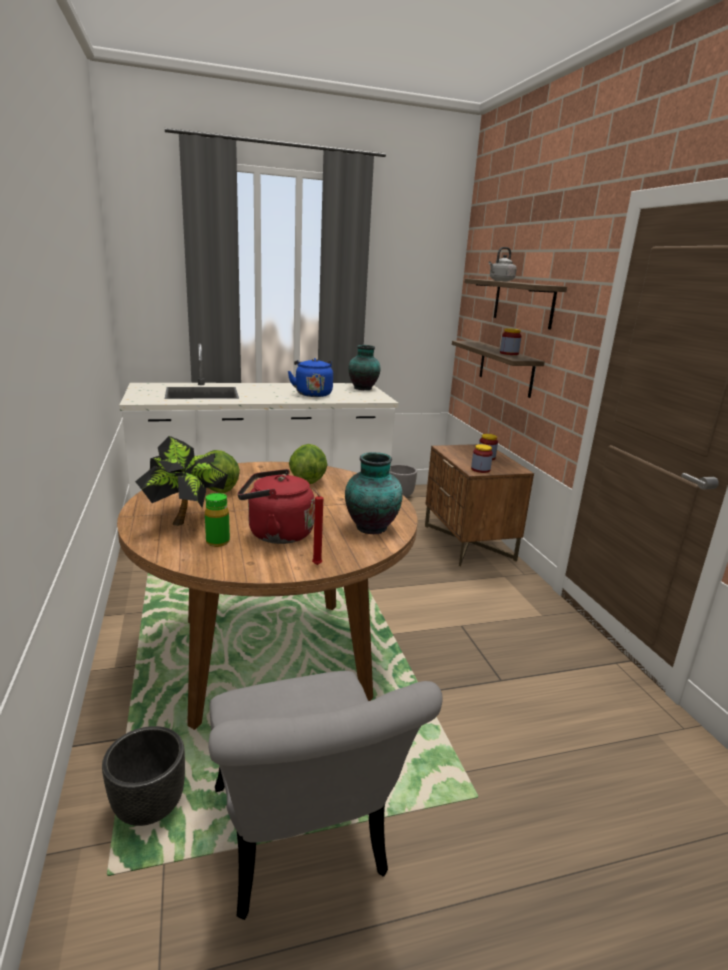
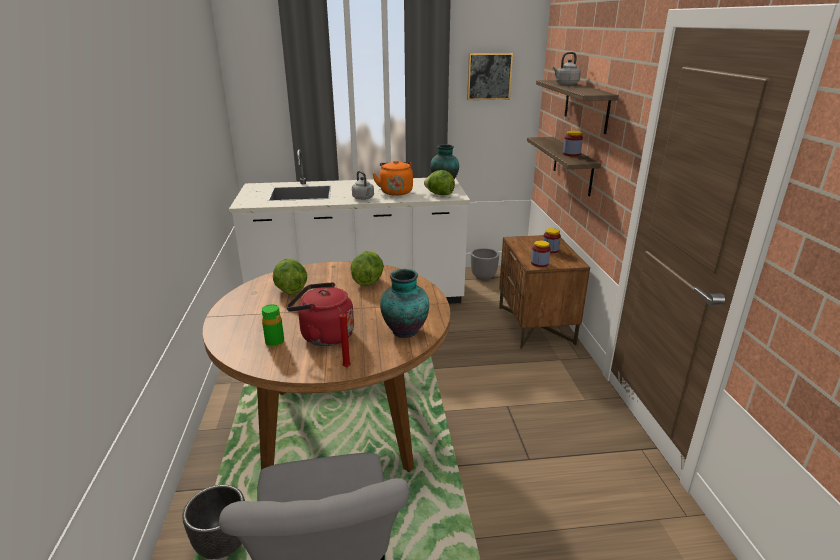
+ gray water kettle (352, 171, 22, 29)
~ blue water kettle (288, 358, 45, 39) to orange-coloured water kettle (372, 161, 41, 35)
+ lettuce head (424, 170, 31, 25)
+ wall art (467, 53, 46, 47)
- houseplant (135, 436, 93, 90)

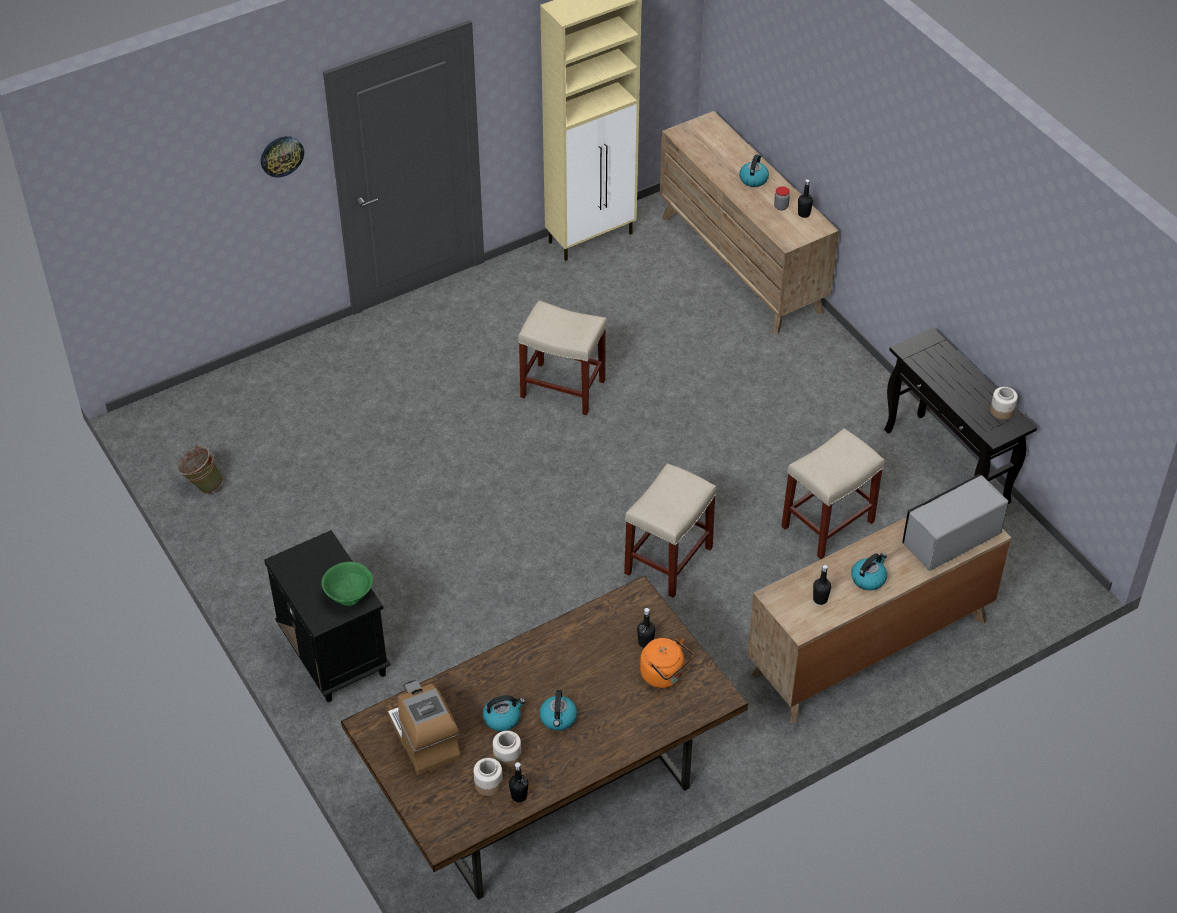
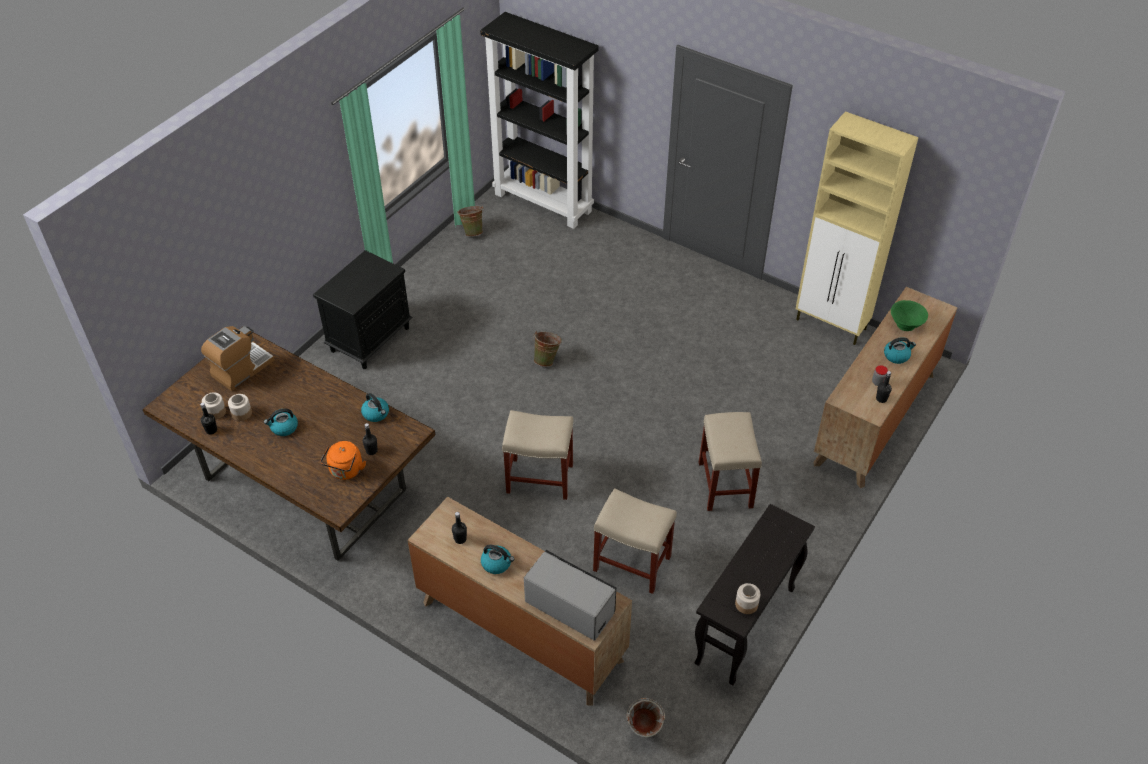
~ water kettle (483, 695, 42, 37) to (361, 393, 28, 29)
+ black shelving unit (480, 12, 119, 217)
+ green-coloured water bucket (533, 331, 29, 36)
+ gray water bucket (627, 698, 38, 39)
~ sand-coloured sitting stool (518, 300, 89, 115) to (699, 412, 63, 99)
~ green-coloured serving bowl (321, 562, 52, 44) to (891, 300, 37, 31)
- wall clock (261, 136, 43, 41)

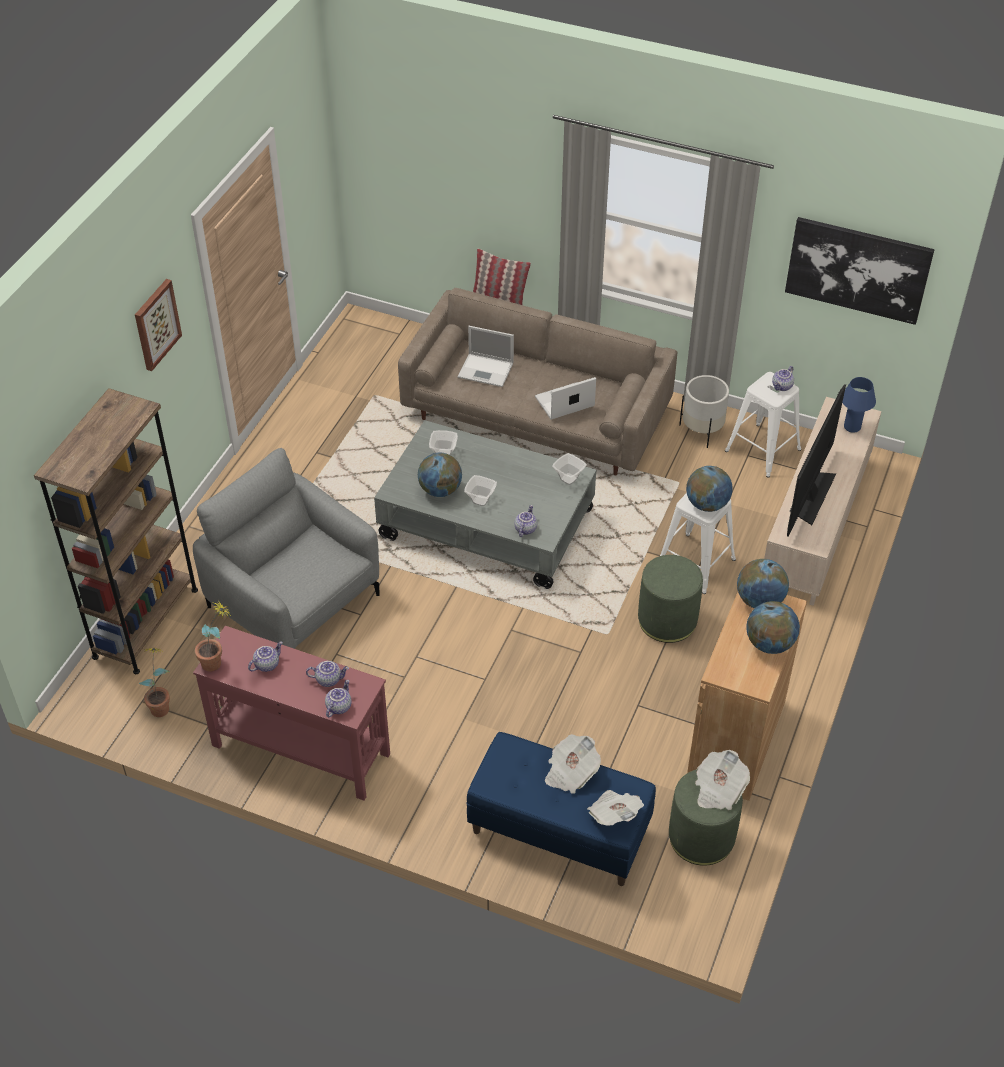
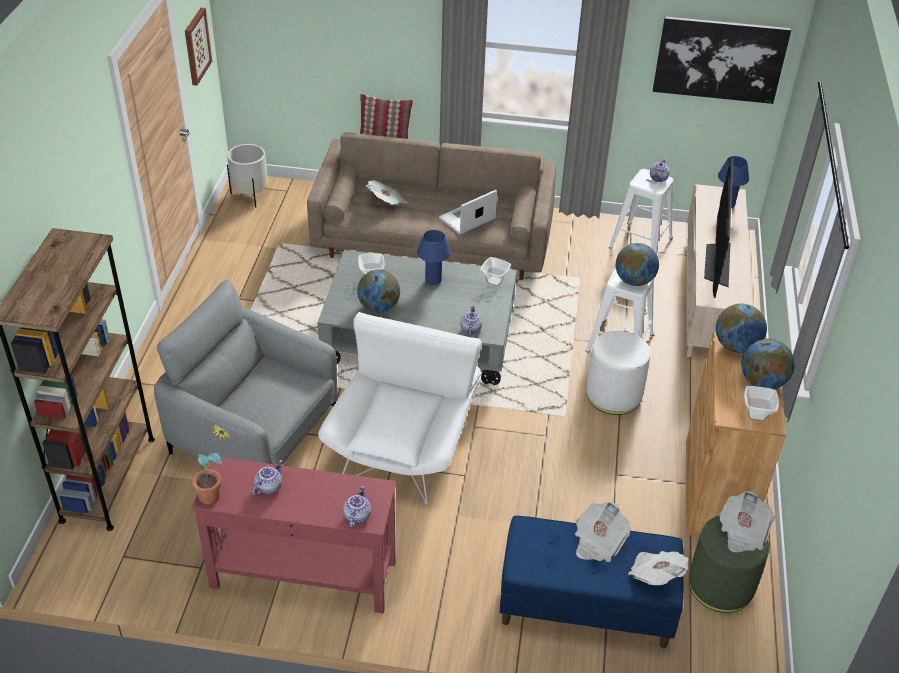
~ wall art (135, 279, 47, 92) to (185, 8, 27, 78)
~ white-coloured planter (679, 375, 50, 73) to (227, 144, 41, 64)
+ white-coloured lounge chair (318, 312, 164, 193)
~ portable computer (458, 326, 56, 61) to printed paper (366, 180, 42, 25)
+ blue tabletop lamp (417, 230, 34, 55)
~ green-coloured footrest (638, 555, 65, 88) to white-coloured footrest (586, 331, 64, 84)
~ serving bowl (464, 475, 33, 31) to (744, 386, 35, 35)
- houseplant (139, 648, 31, 69)
- pot for tea (306, 661, 43, 26)

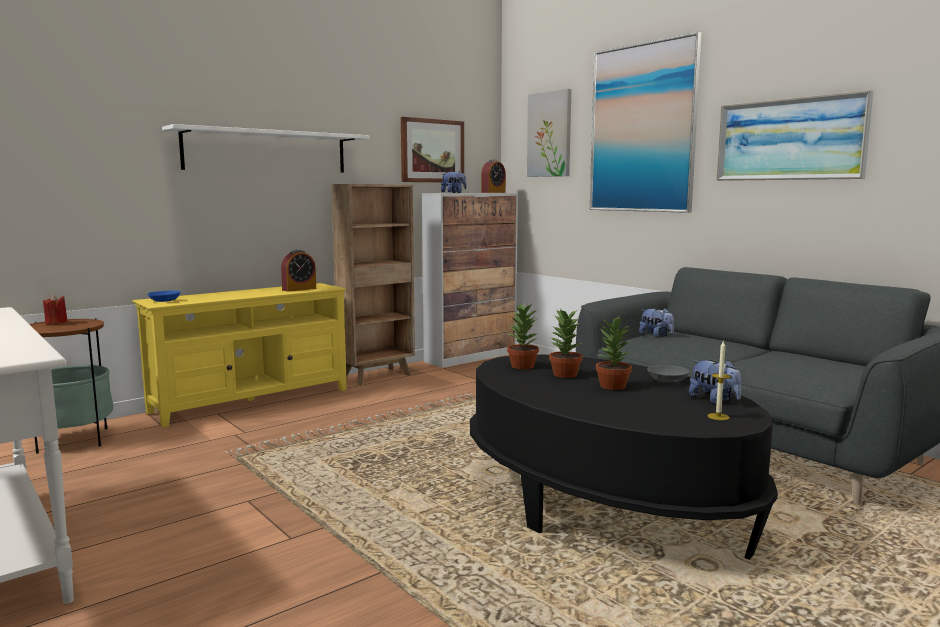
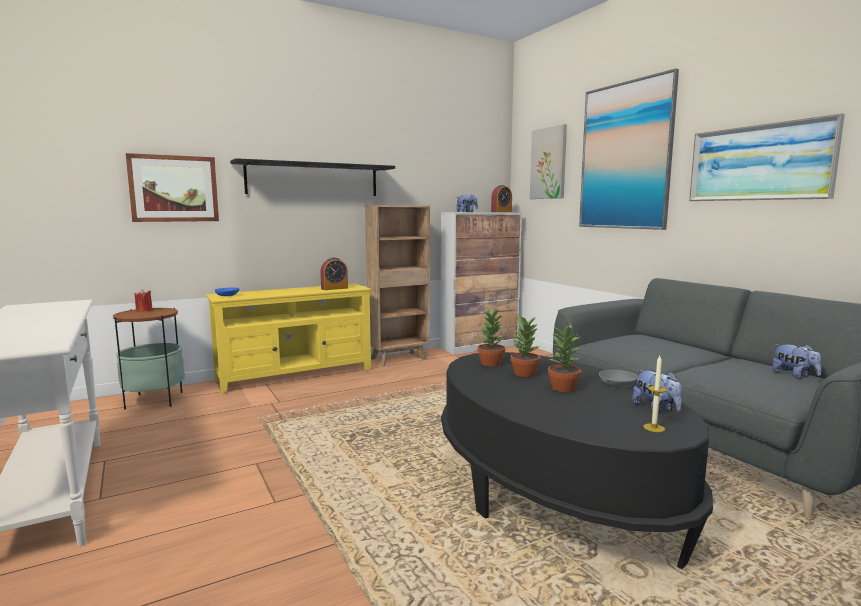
~ wall art (401, 117, 63, 65) to (126, 153, 93, 69)
~ white-coloured wall shelf (162, 124, 208, 49) to black wall shelf (230, 158, 165, 38)
~ soft toy (639, 308, 35, 30) to (772, 344, 50, 35)

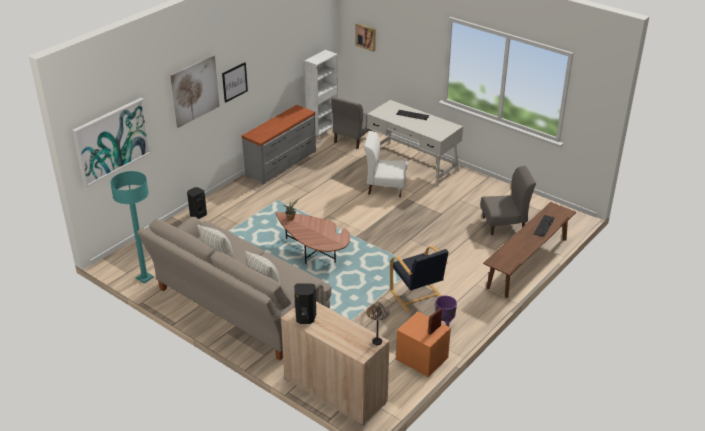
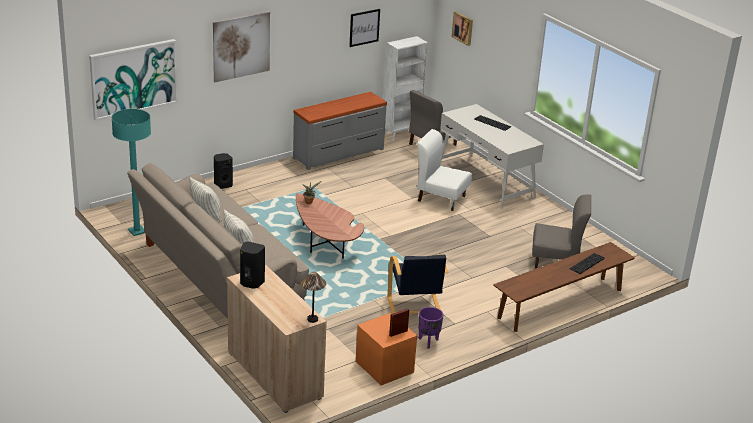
~ wall art (222, 62, 26, 41) to (349, 9, 31, 38)

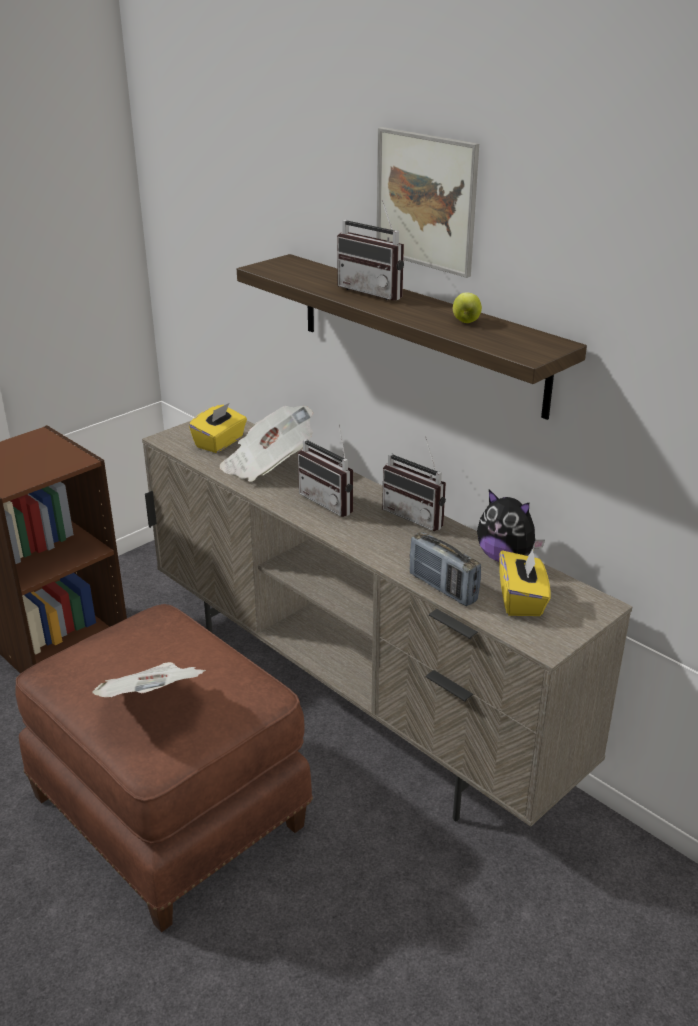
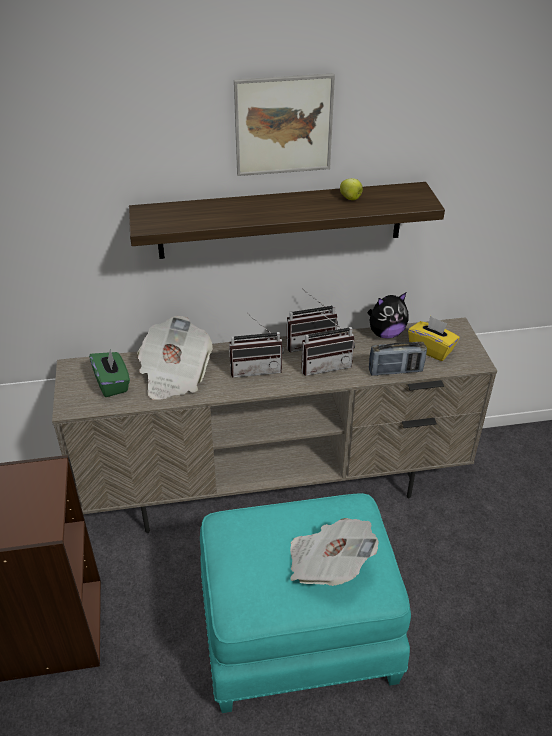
~ yellow-coloured tissue holder (189, 403, 58, 50) to green-coloured tissue holder (89, 348, 41, 49)
~ brownish footrest (15, 604, 298, 328) to turquoise footrest (200, 493, 211, 220)
~ radio receiver (337, 200, 67, 100) to (301, 310, 54, 66)

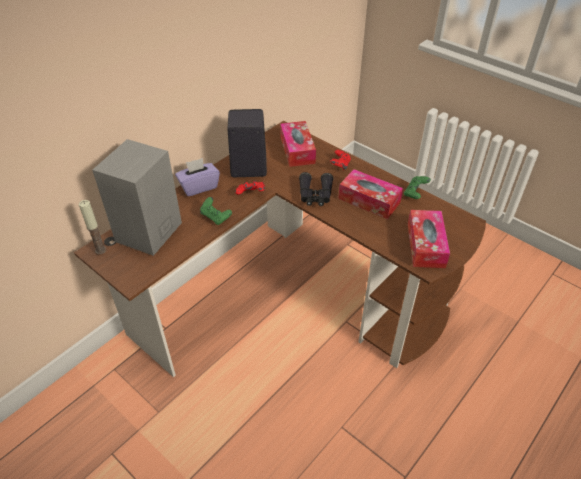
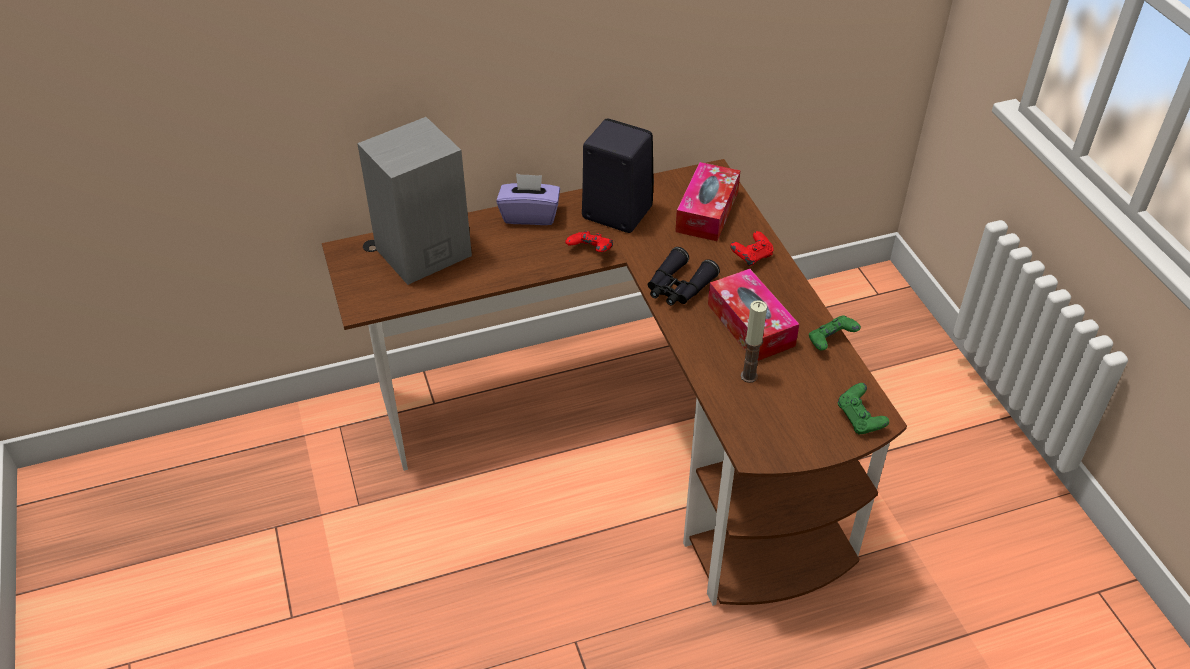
~ wax candle (79, 200, 27, 54) to (741, 300, 26, 83)
~ green-coloured gamepad (200, 197, 32, 28) to (837, 383, 52, 52)
- tissue holder (408, 210, 42, 58)

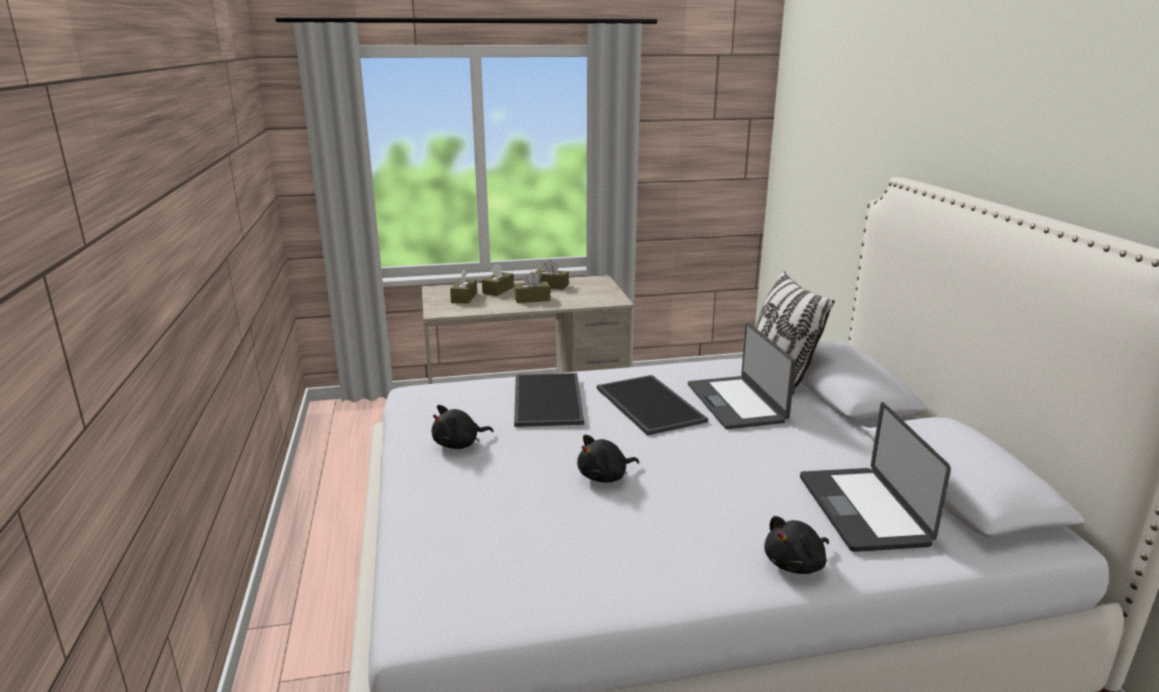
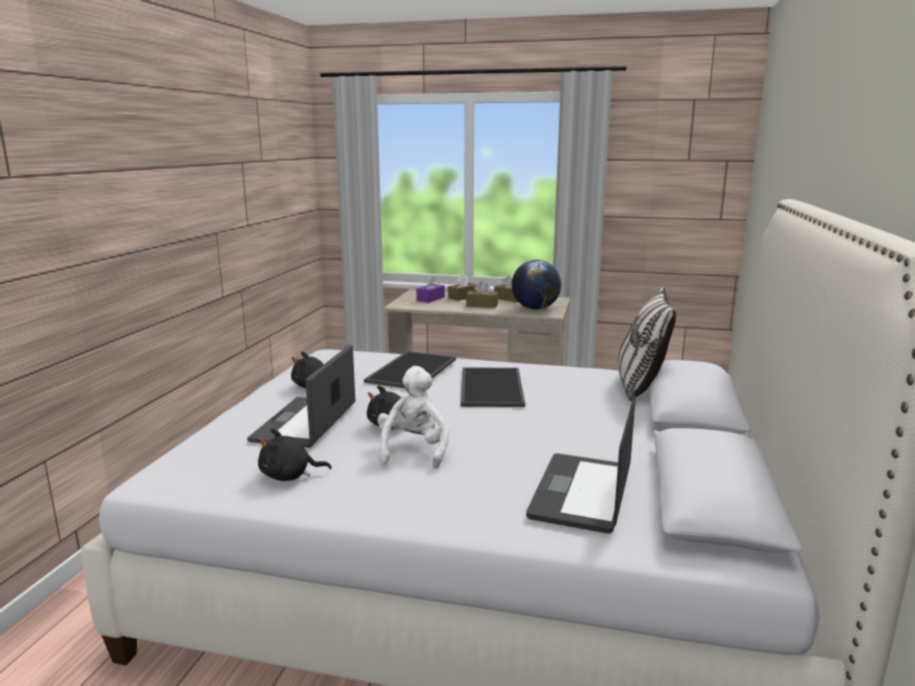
~ portable computer (688, 323, 108, 106) to (247, 345, 108, 103)
~ black soft toy (764, 516, 65, 58) to (258, 429, 74, 52)
+ white-coloured soft toy (378, 366, 71, 103)
~ brownish tissue holder (450, 270, 27, 34) to purplish tissue holder (416, 275, 29, 28)
+ desk globe (512, 260, 49, 50)

